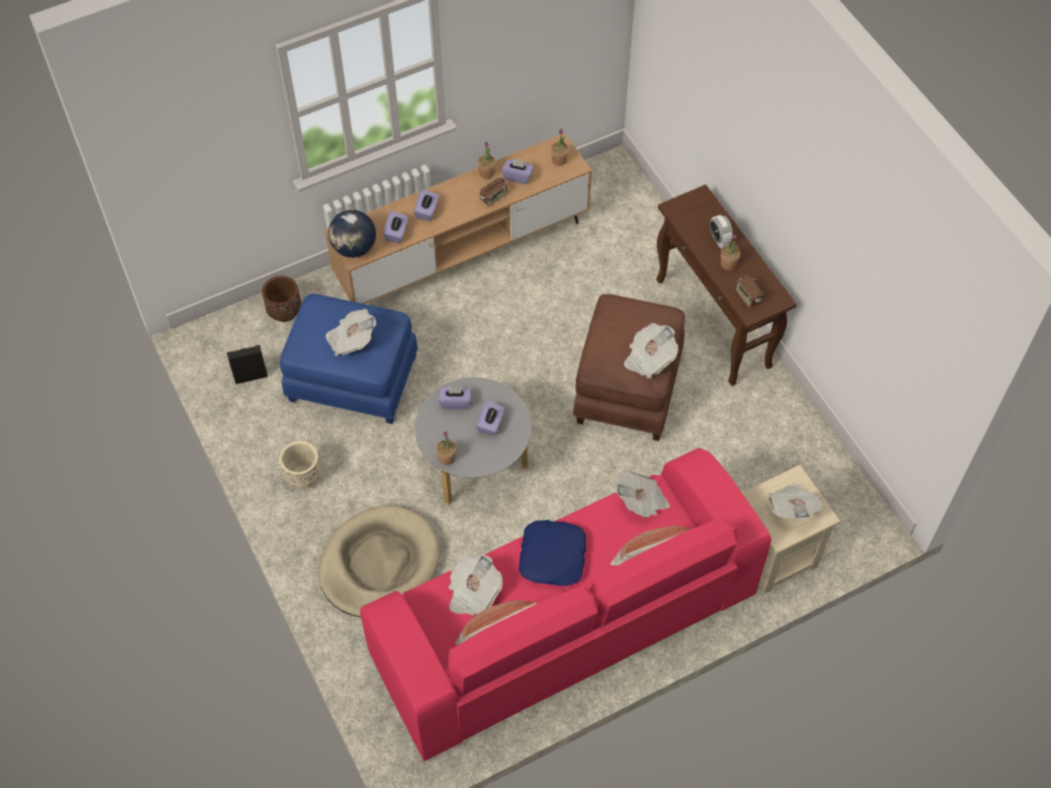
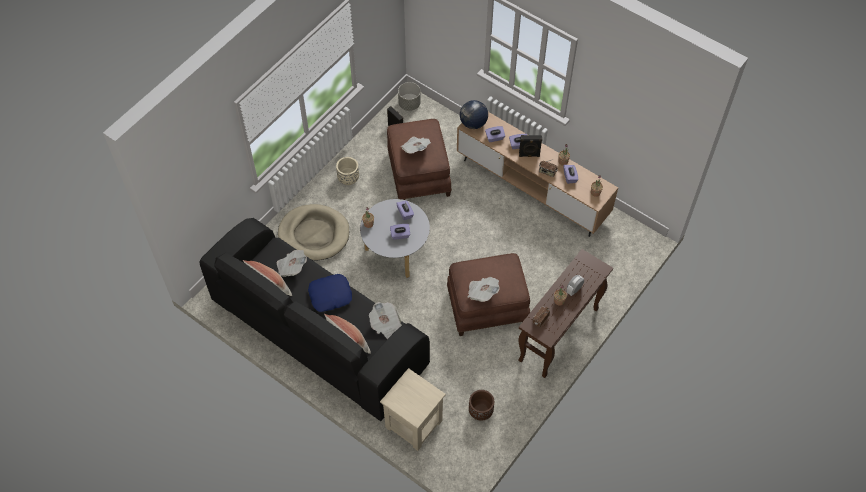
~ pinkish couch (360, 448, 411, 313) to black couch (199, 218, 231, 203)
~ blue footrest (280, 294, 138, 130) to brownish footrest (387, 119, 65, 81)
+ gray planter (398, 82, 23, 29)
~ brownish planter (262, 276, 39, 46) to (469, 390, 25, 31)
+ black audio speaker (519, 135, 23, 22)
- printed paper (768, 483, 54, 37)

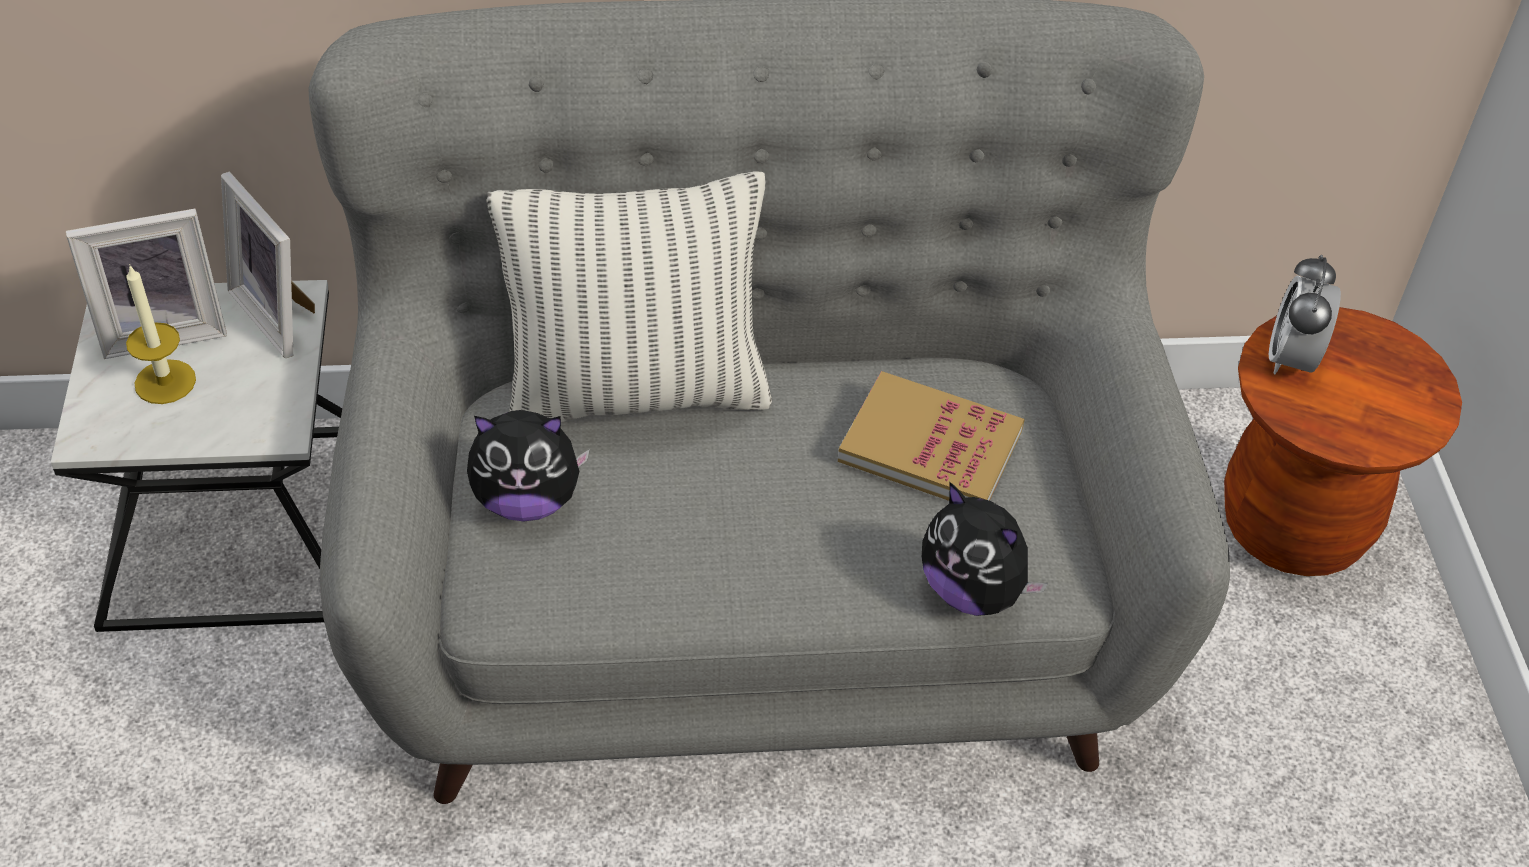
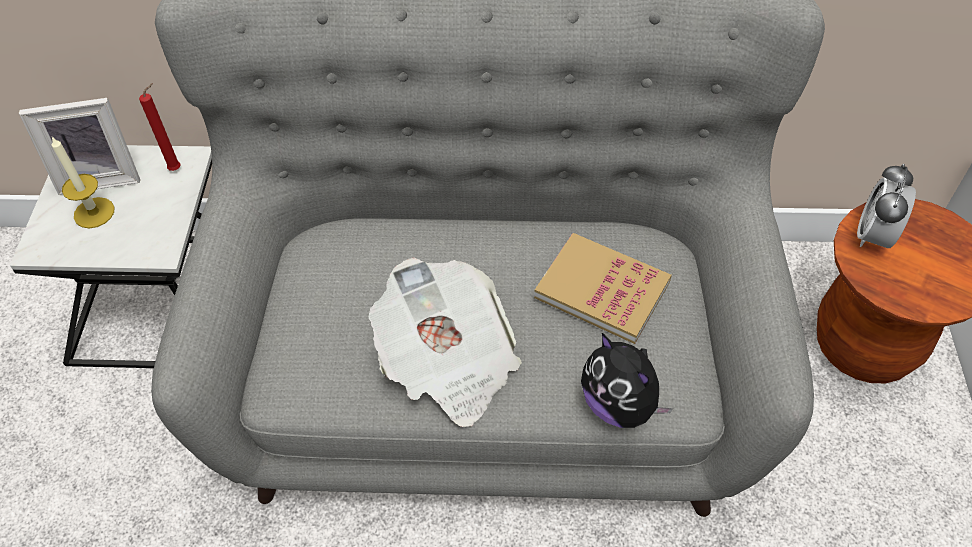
~ photo frame (221, 172, 94, 186) to reddish wax candle (139, 83, 42, 88)
+ printed paper (369, 257, 153, 170)
- soft toy (467, 410, 123, 111)
- throw pillow (487, 171, 285, 251)

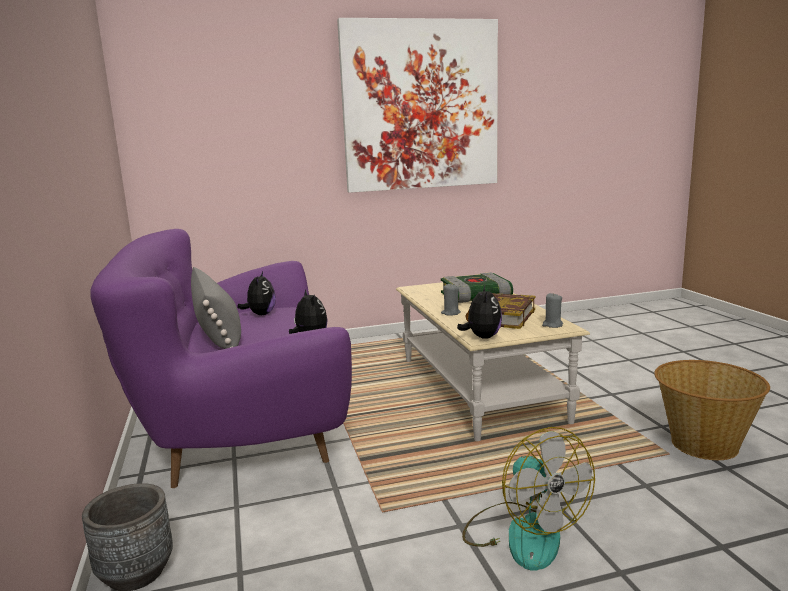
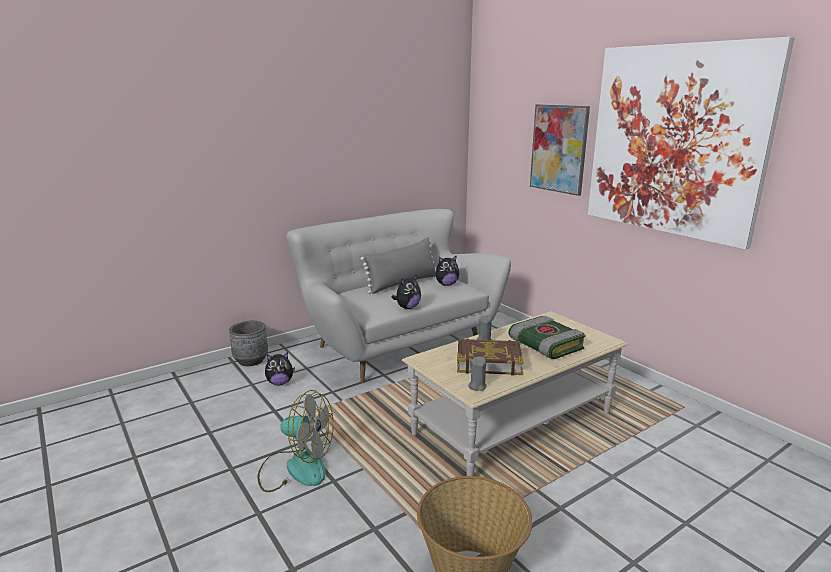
~ cooling fan (462, 427, 133, 144) = (257, 390, 77, 102) 120 degrees counterclockwise
~ soft toy (457, 285, 45, 54) to (265, 352, 30, 33)
~ purplish couch (90, 229, 262, 259) to white-coloured couch (286, 209, 225, 174)
+ wall art (530, 104, 60, 92)

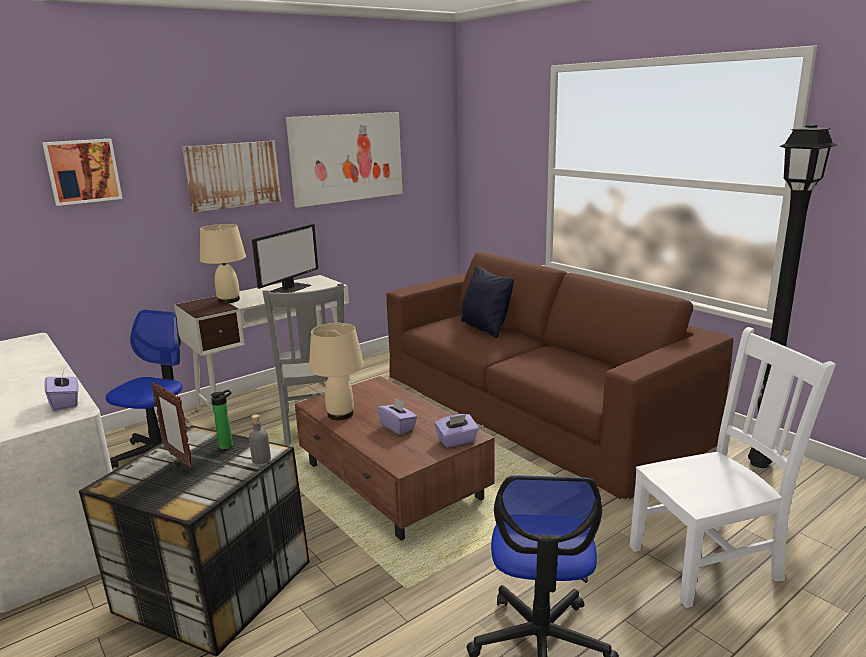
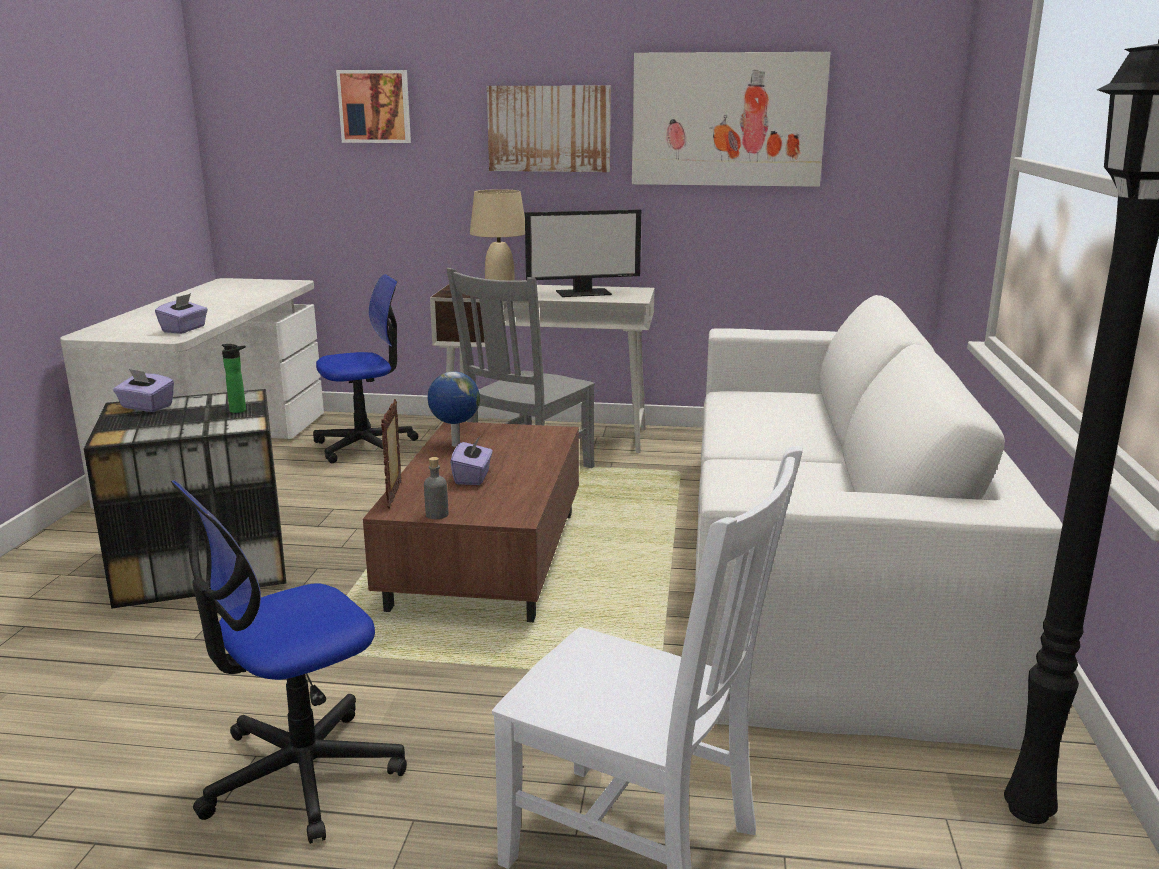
~ purplish tissue holder (434, 414, 45, 34) to (113, 369, 61, 43)
~ photo frame (151, 382, 42, 87) to (381, 399, 20, 110)
~ gray beverage bottle (249, 414, 22, 51) to (424, 457, 24, 62)
~ sand-coloured tabletop lamp (309, 323, 55, 97) to desk globe (428, 371, 52, 76)
~ brownish couch (386, 252, 348, 248) to white-coloured couch (695, 295, 368, 455)
- black throw pillow (461, 266, 53, 72)

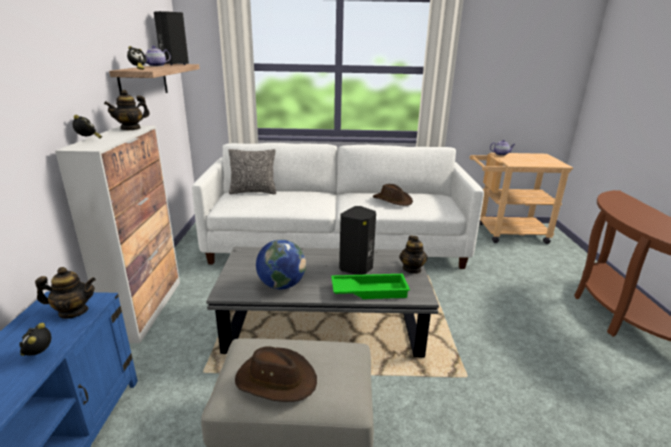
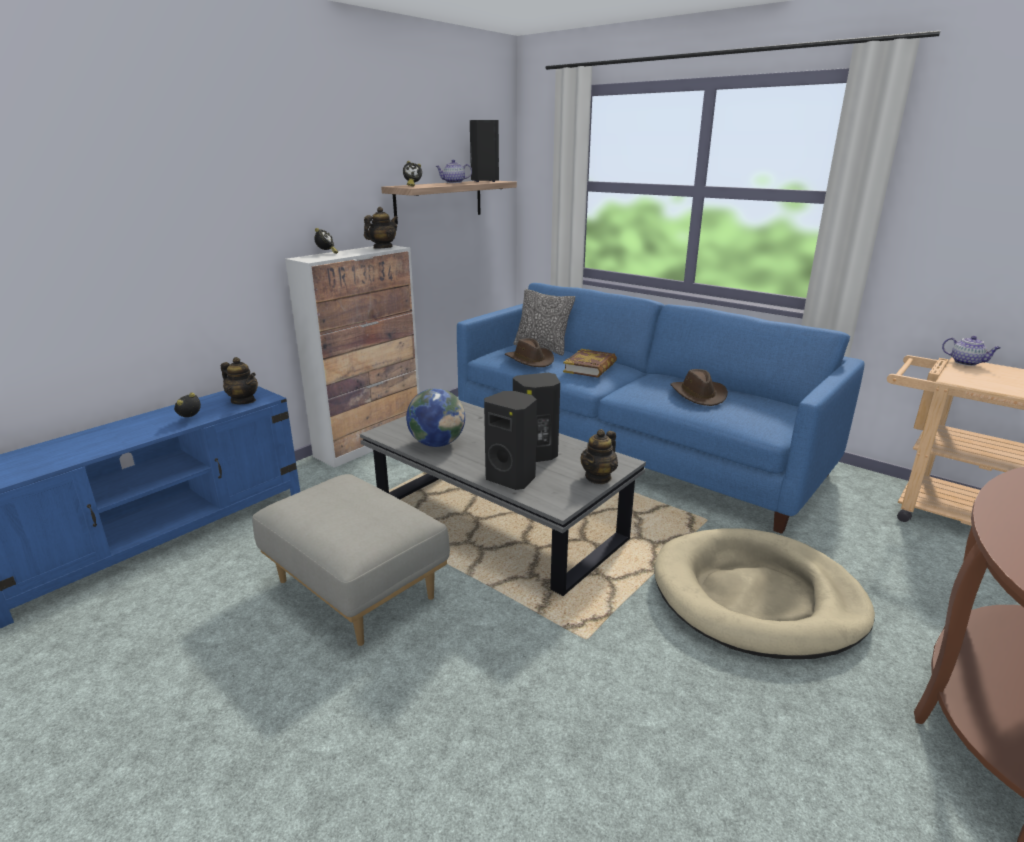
~ pot for tea (104, 90, 46, 40) = (364, 207, 34, 41) 135 degrees clockwise
~ white-coloured couch (192, 143, 292, 126) to blue couch (457, 283, 408, 251)
~ green-coloured tray (331, 274, 79, 25) to black audio speaker (484, 391, 53, 99)
~ brownish wearable hat (235, 346, 82, 56) to (505, 338, 49, 29)
+ bound book (563, 349, 54, 29)
+ sand-coloured dog cushion (654, 528, 221, 131)

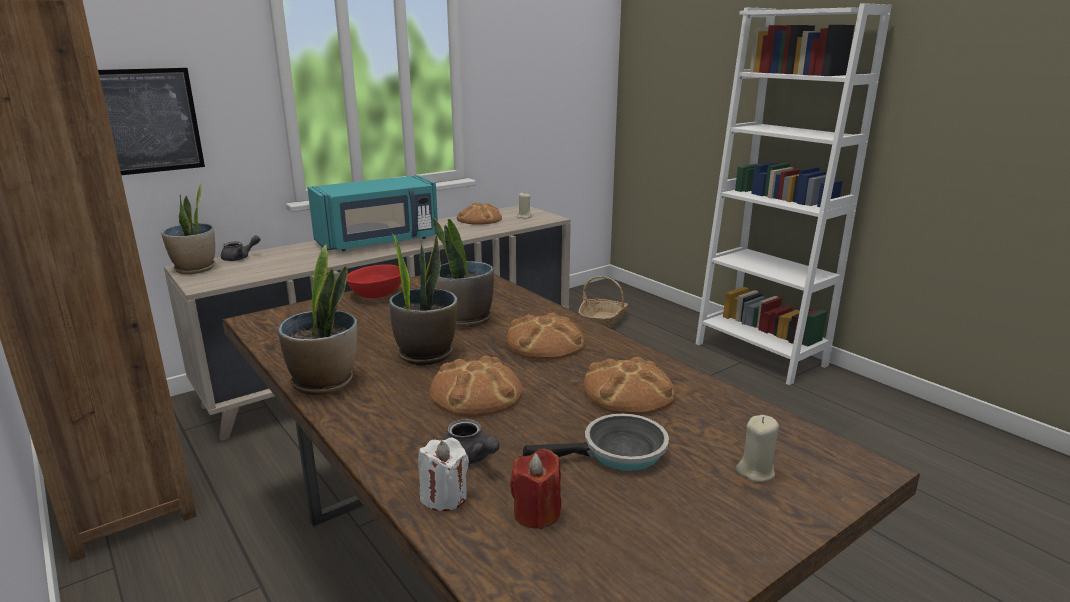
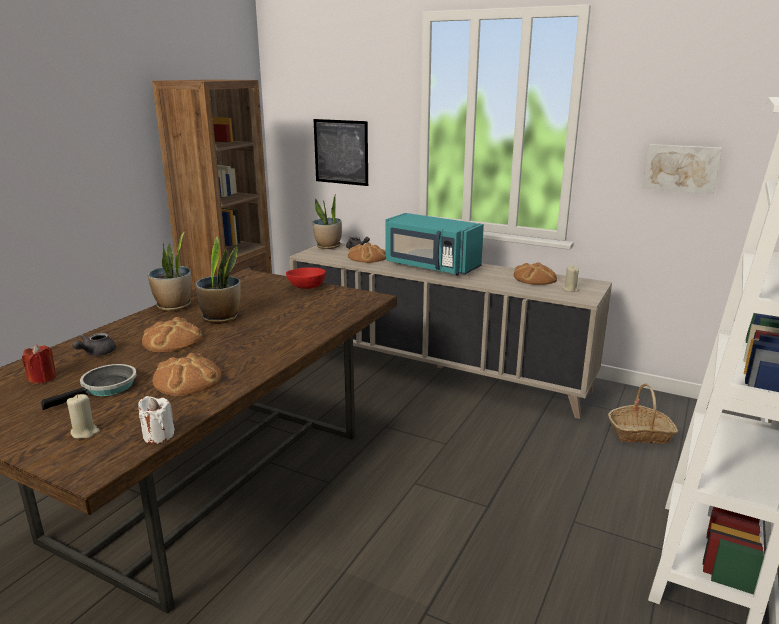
~ frying pan (523, 414, 146, 57) = (41, 364, 96, 46) 105 degrees counterclockwise
~ white-coloured wax candle (418, 438, 51, 73) to (138, 396, 37, 48)
~ baked bread (506, 313, 79, 47) to (348, 242, 38, 21)
+ wall art (642, 144, 80, 50)
- houseplant (432, 217, 62, 111)

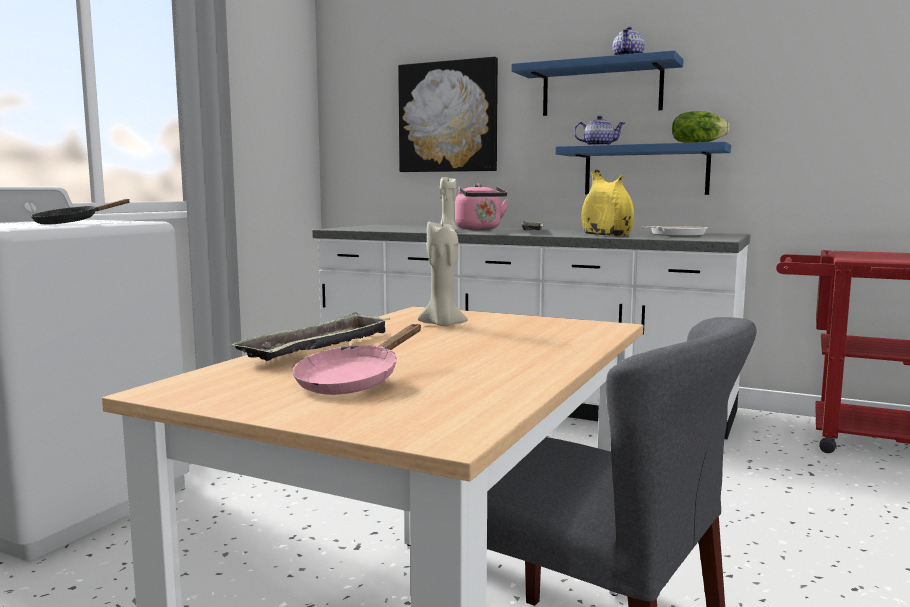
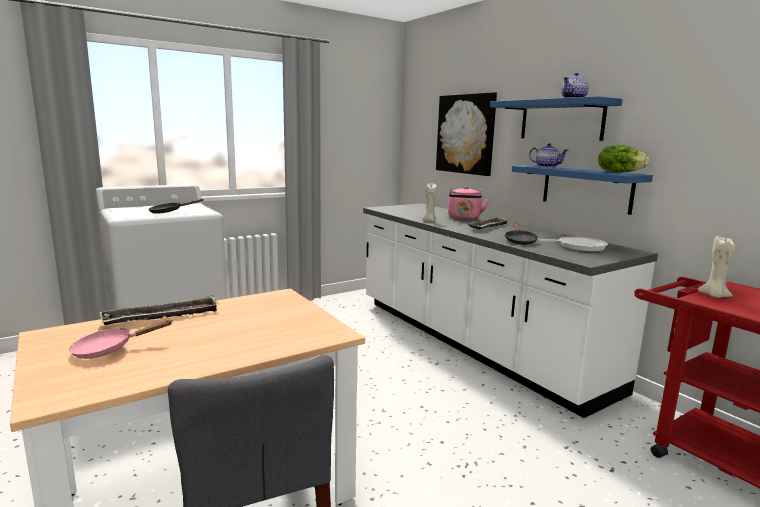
~ yellow-coloured decorative vase (582, 169, 52, 67) to black frying pan (505, 223, 33, 22)
~ sand-coloured wax candle (418, 222, 50, 104) to (698, 236, 37, 62)

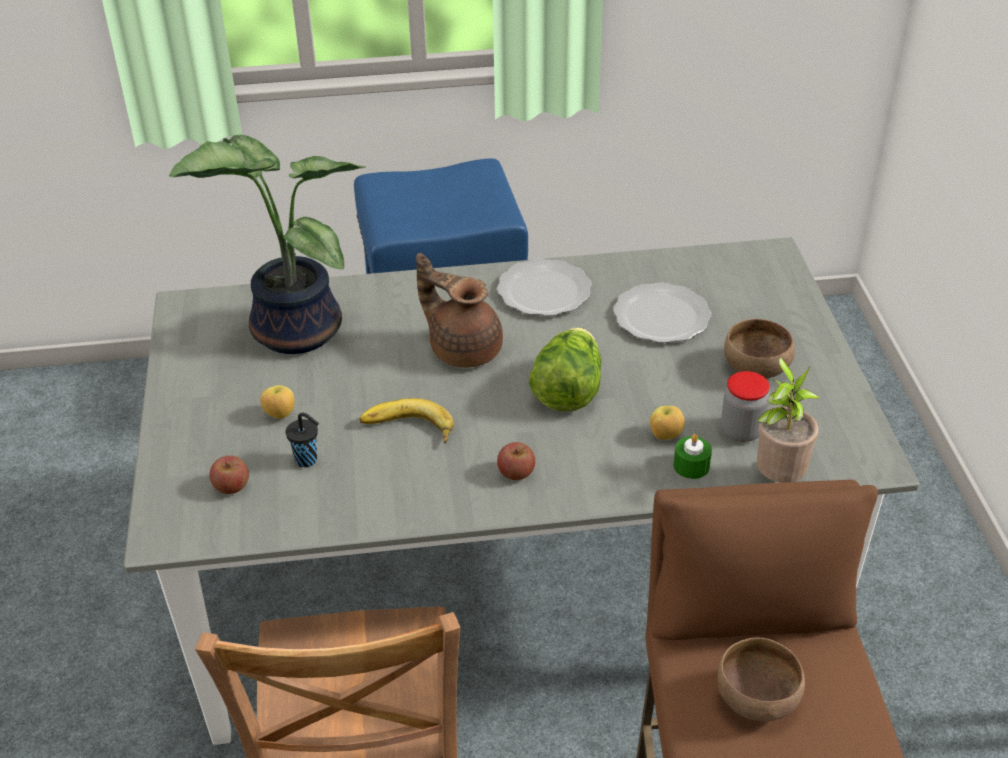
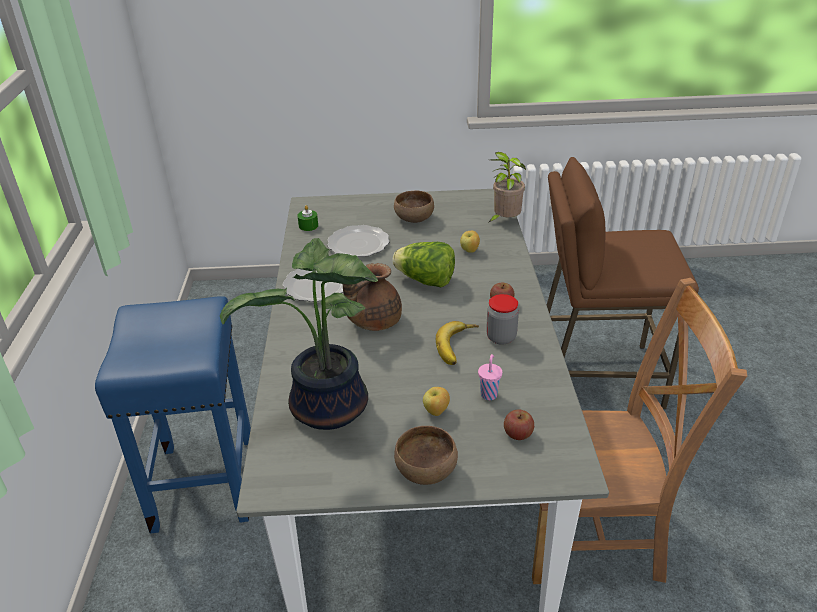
~ green-coloured wax candle (673, 434, 39, 45) to (297, 205, 21, 26)
~ brownish serving bowl (717, 637, 88, 85) to (394, 426, 64, 59)
~ black drinking cup (286, 413, 33, 54) to pinkish drinking cup (478, 354, 24, 46)
~ preserve jar (721, 371, 49, 71) to (486, 294, 33, 51)

